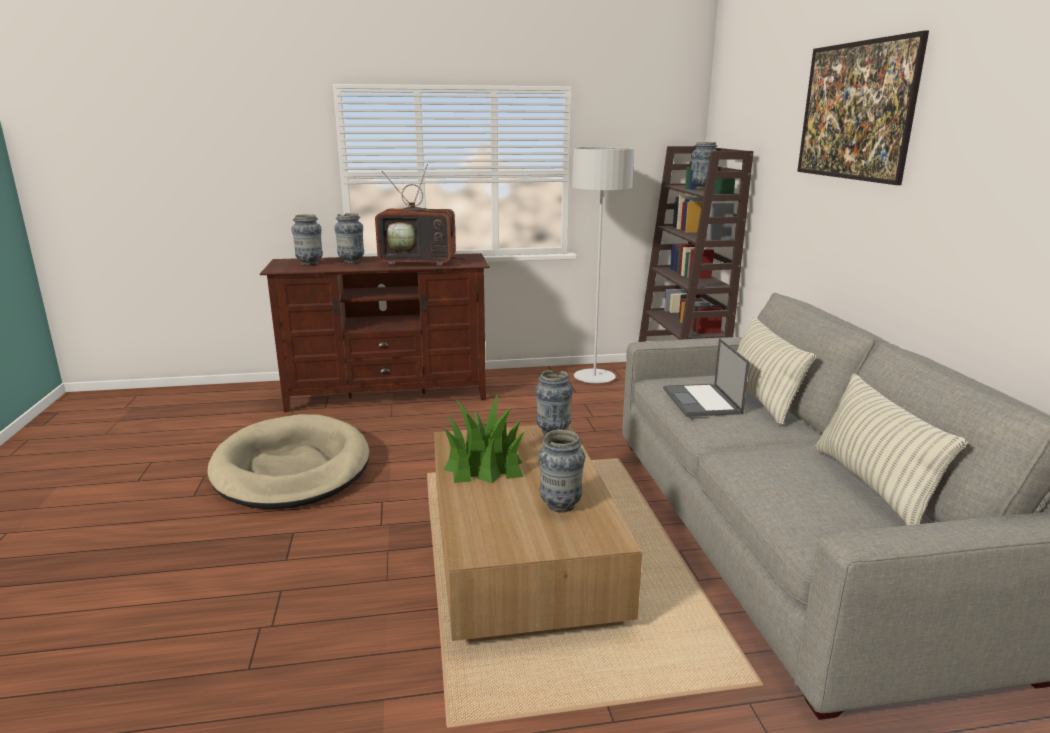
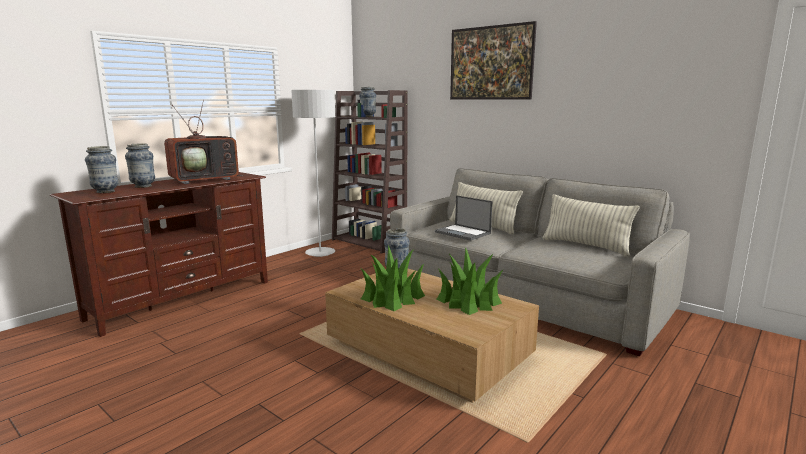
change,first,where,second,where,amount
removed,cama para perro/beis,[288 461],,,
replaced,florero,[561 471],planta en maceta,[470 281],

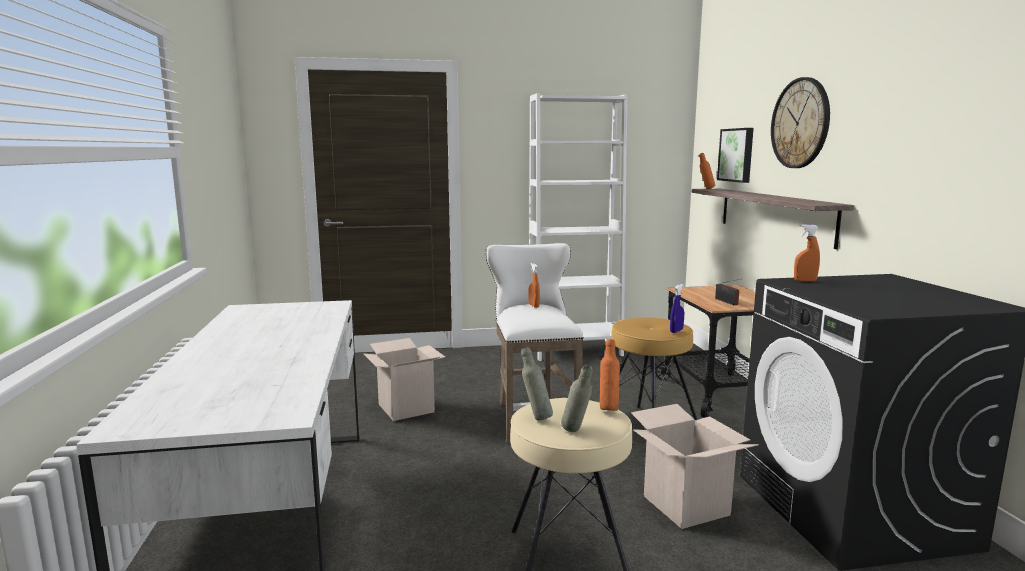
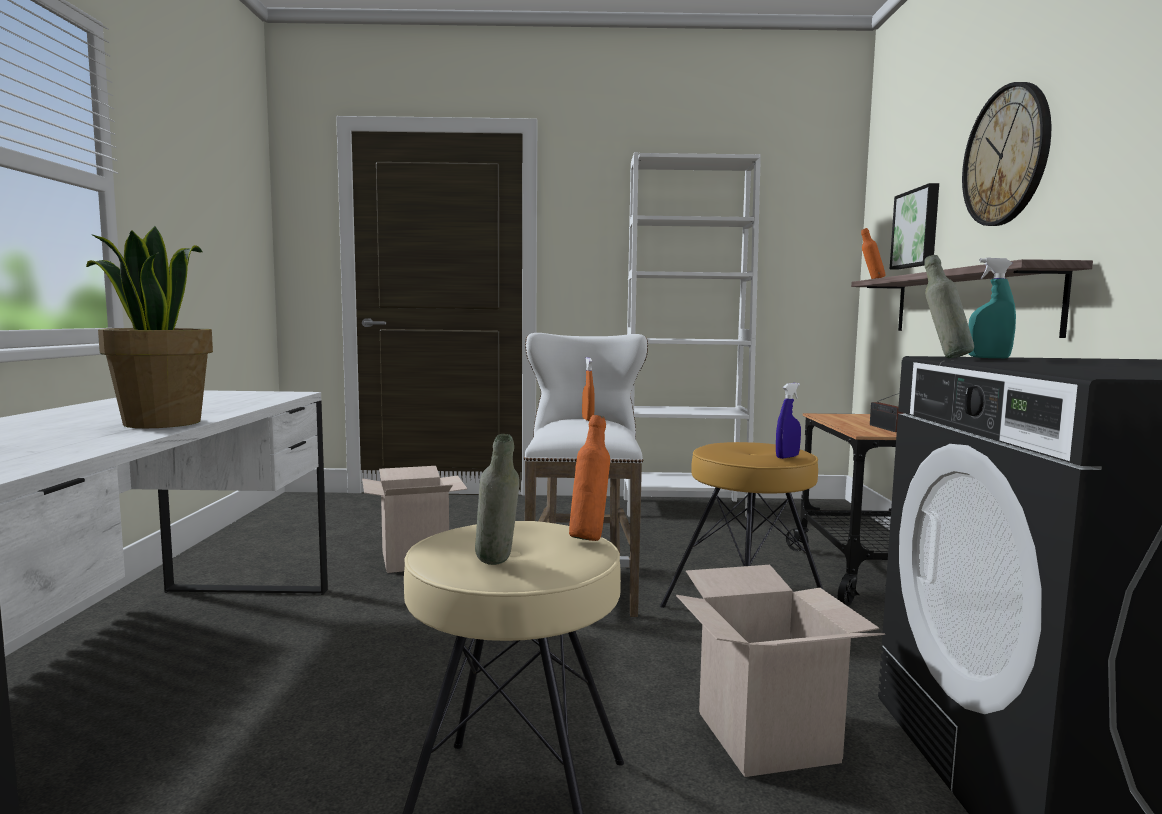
change,first,where,second,where,amount
added,,,planta en maceta,[149 327],
moved,botella/gris,[537 384],,[949 307],
recoloured,pulverizador/naranja,[807 252],pulverizador/turquesa,[992 308],

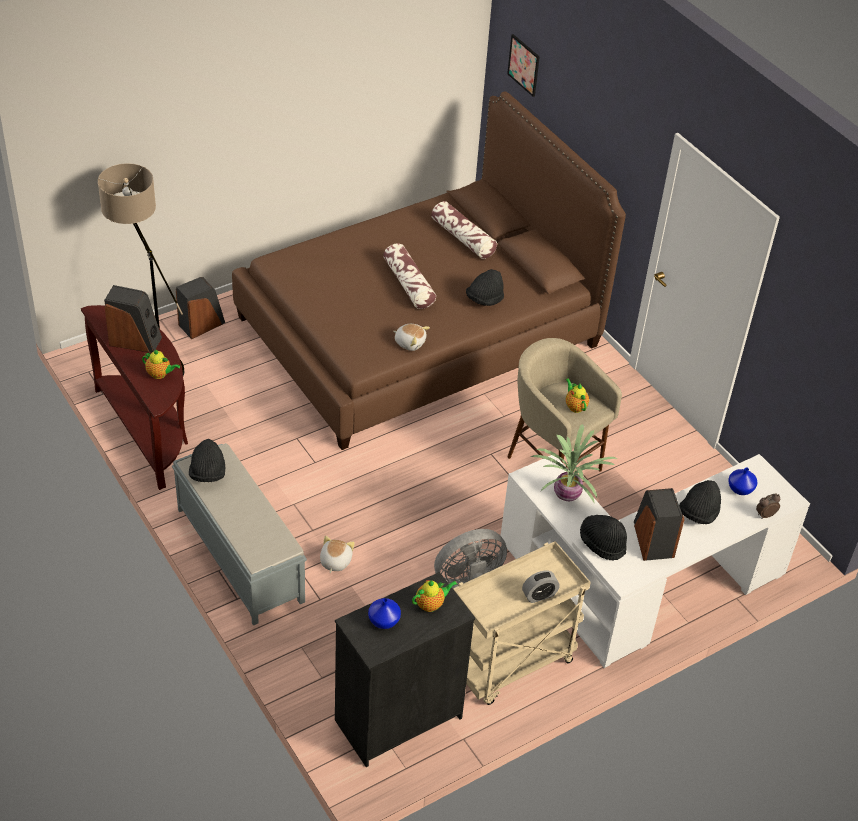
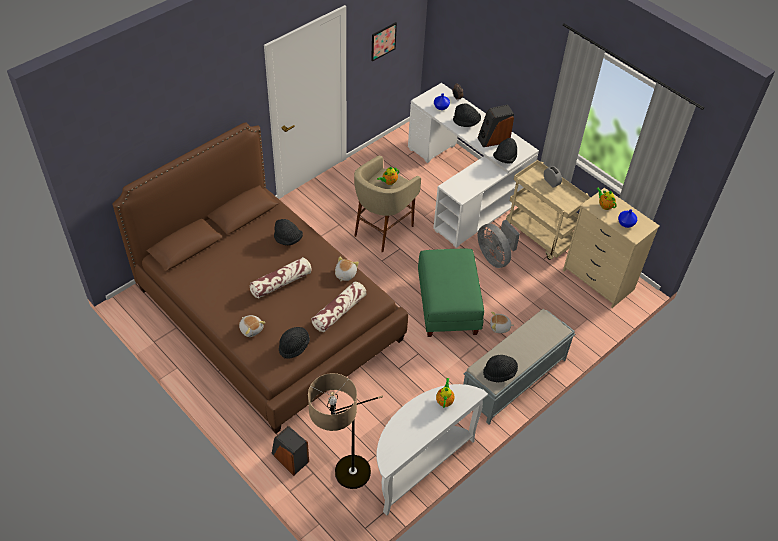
change,first,where,second,where,amount
removed,altavoz,[133 319],,,
removed,planta en maceta,[574 464],,,
added,,,peluche,[252 326],
added,,,sombrero/negro,[294 343],
added,,,puf/verde,[451 293],
moved,cojín,[464 230],,[339 307],
moved,cuadro,[523 65],,[384 42],
recoloured,mesa consola/marrón,[134 397],mesa consola/blanco,[432 450],
recoloured,cómoda/negro,[405 669],cómoda/beis,[611 248],

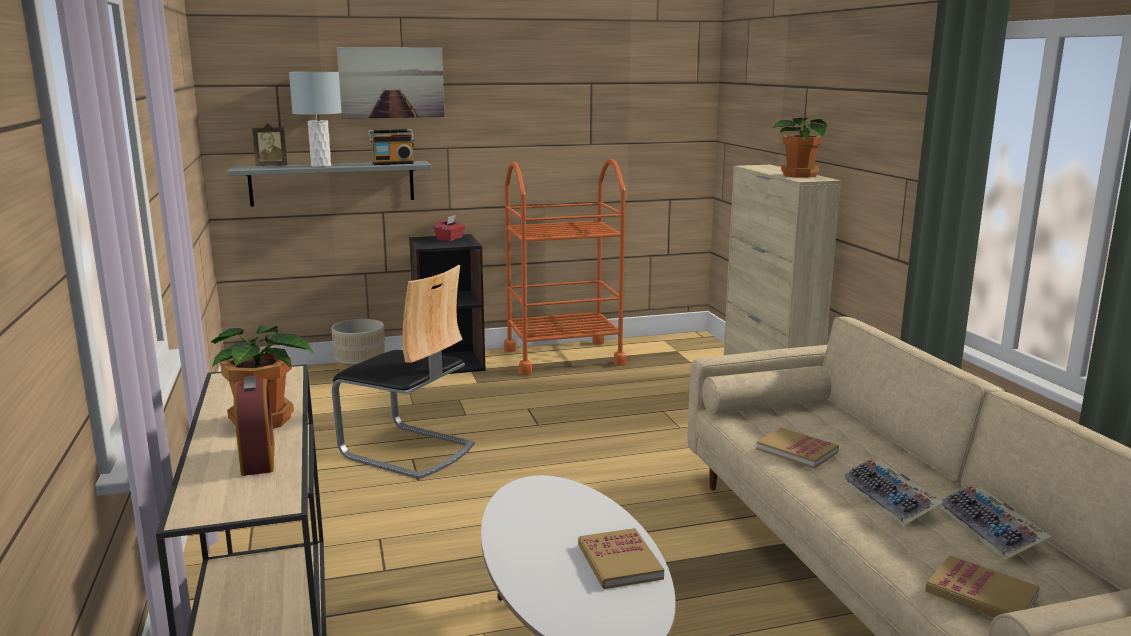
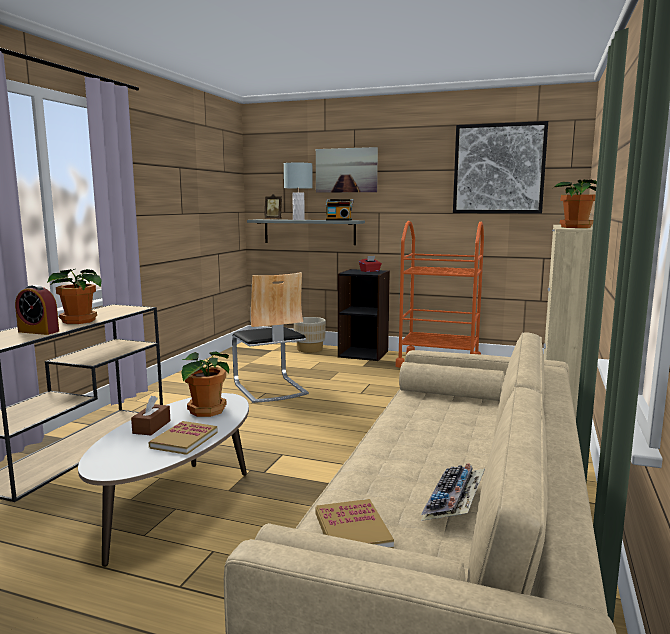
change,first,where,second,where,amount
removed,libro,[797 448],,,
removed,teclado,[893 492],,,
added,,,caja de pañuelos/marrón,[150 415],
added,,,planta en maceta,[205 384],
added,,,cuadro,[500 167],
turned,despertador,[254 426],,[37 310],90 degrees clockwise

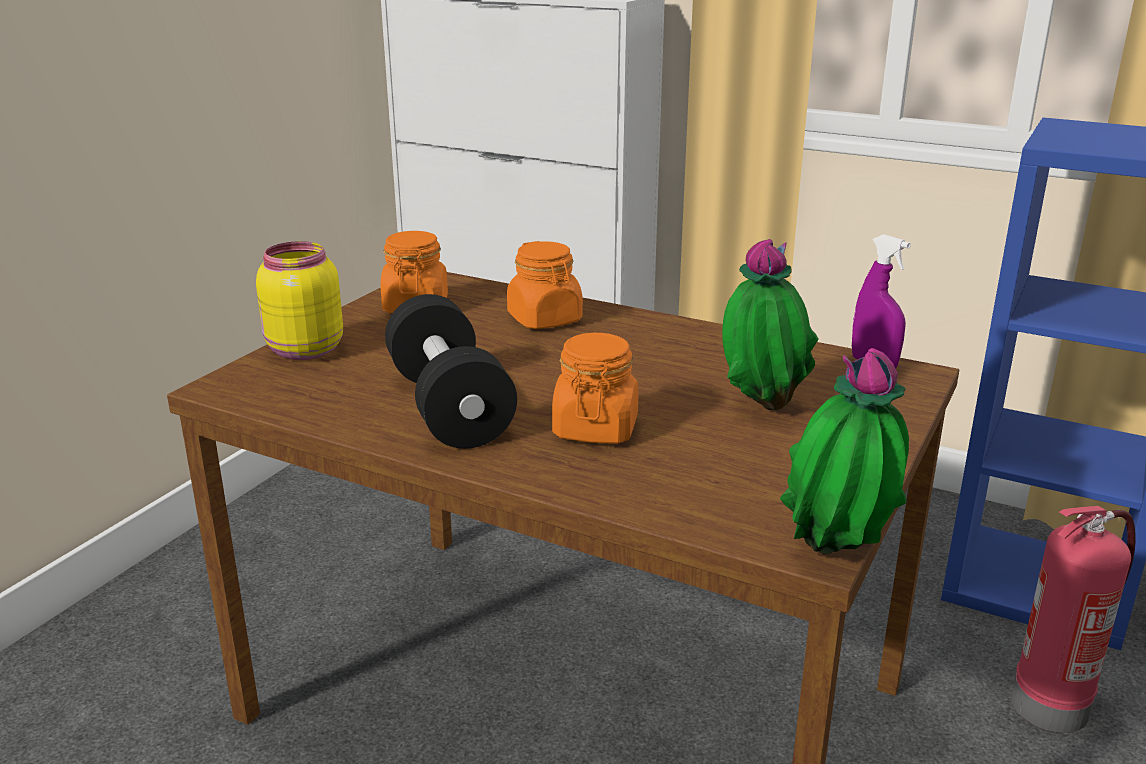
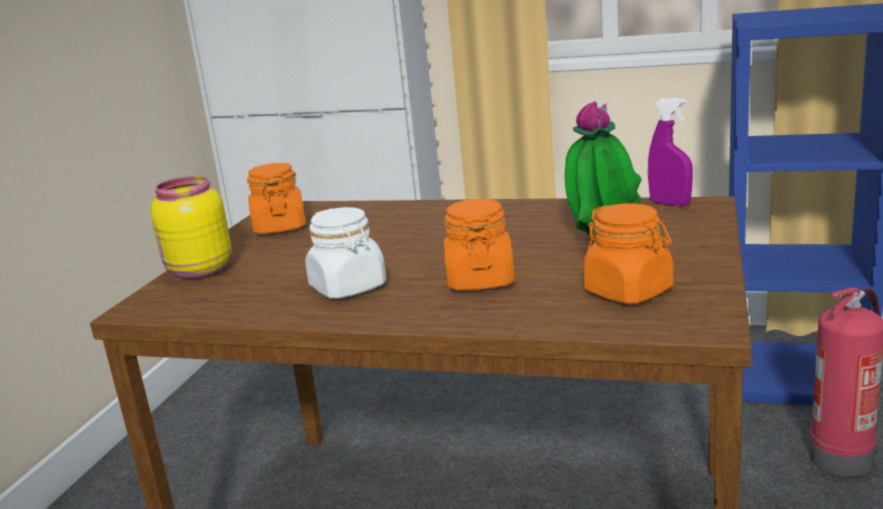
change,first,where,second,where,amount
removed,planta en maceta,[844 451],,,
moved,tarro/naranja,[545 285],,[628 253],
replaced,mancuerna/negro,[451 371],tarro/blanco,[345 253],

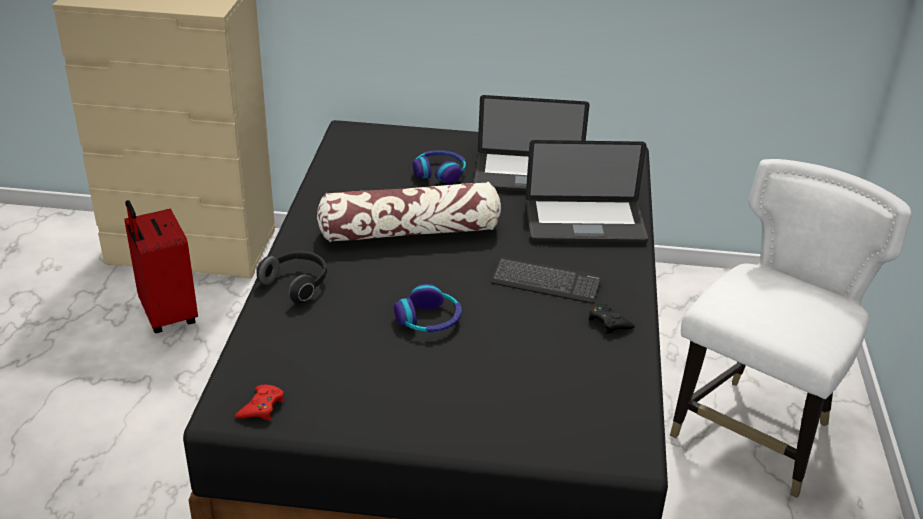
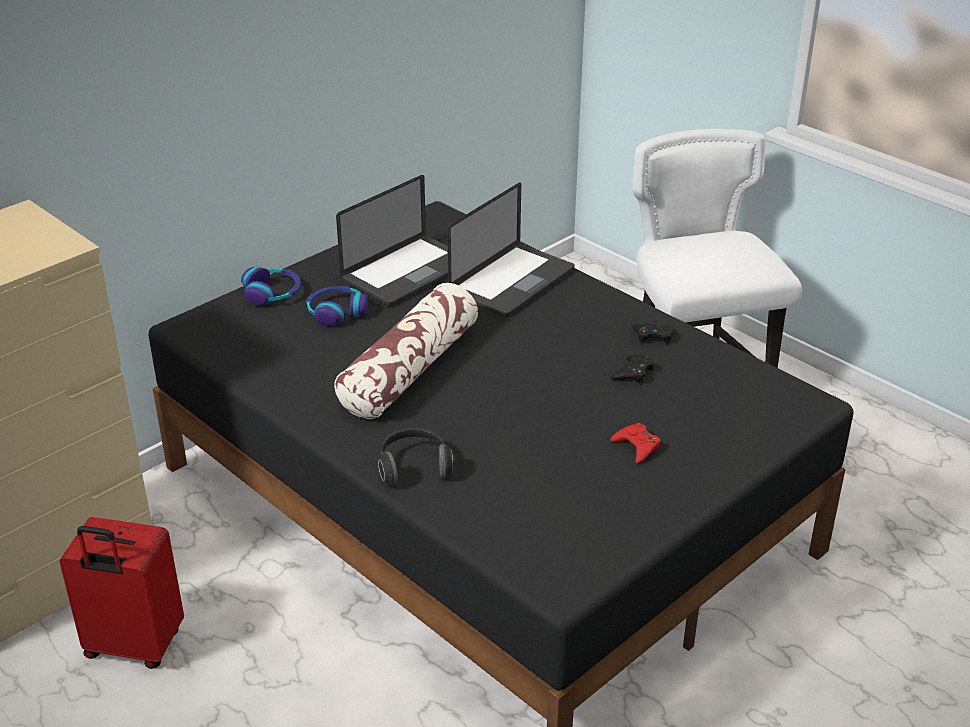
change,first,where,second,where,amount
removed,teclado,[546 280],,,
added,,,mando de consola/negro,[632 369],
moved,mando de consola/rojo,[259 402],,[635 443],
moved,auriculares,[428 308],,[271 286],

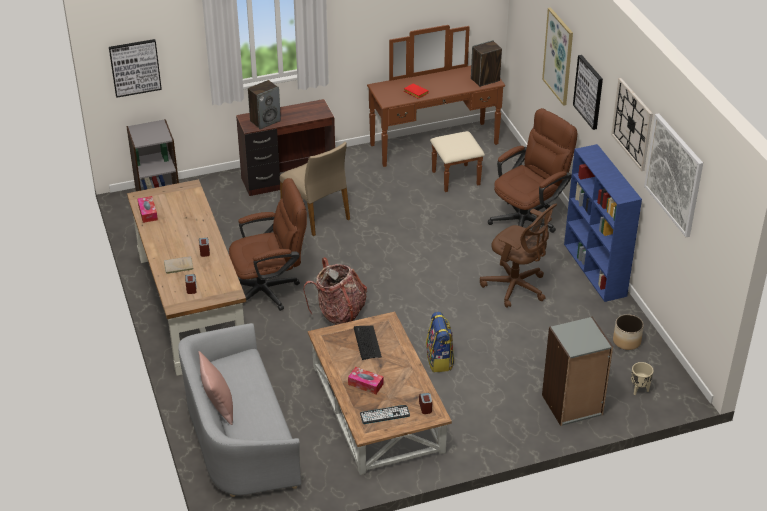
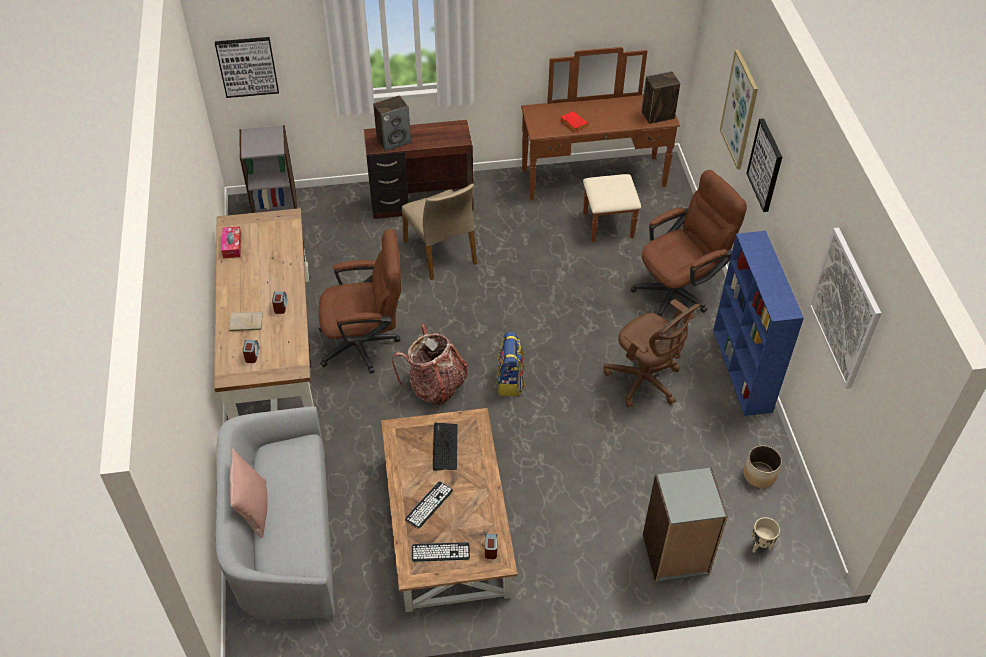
change,first,where,second,where,amount
removed,reloj de pared,[632 124],,,
moved,mochila,[440 342],,[511 364],
replaced,caja de pañuelos,[366 380],teclado,[429 505],

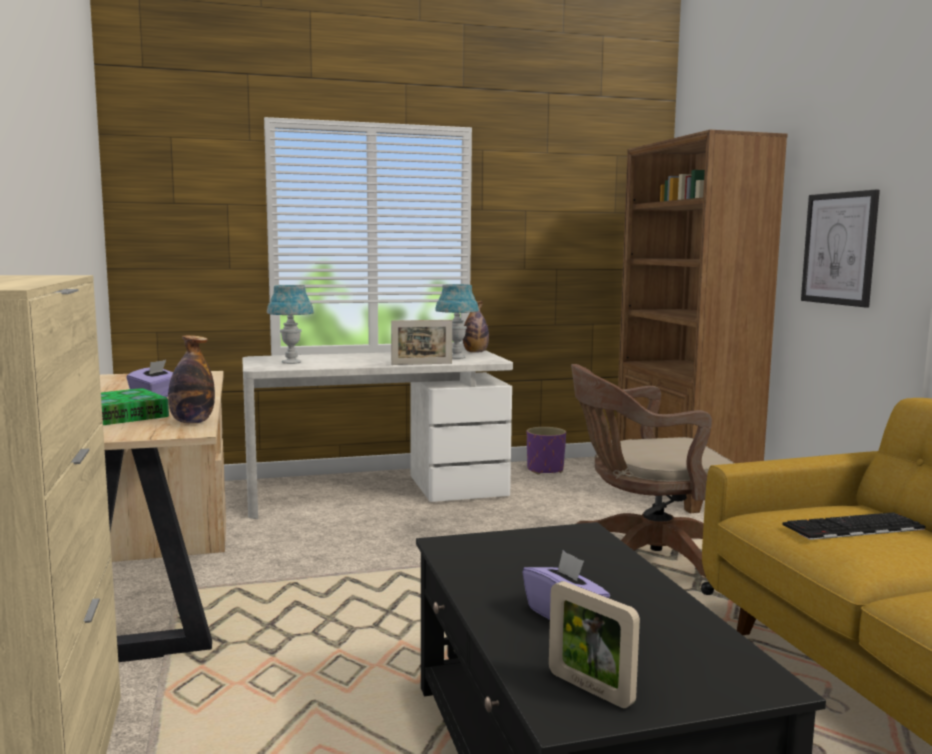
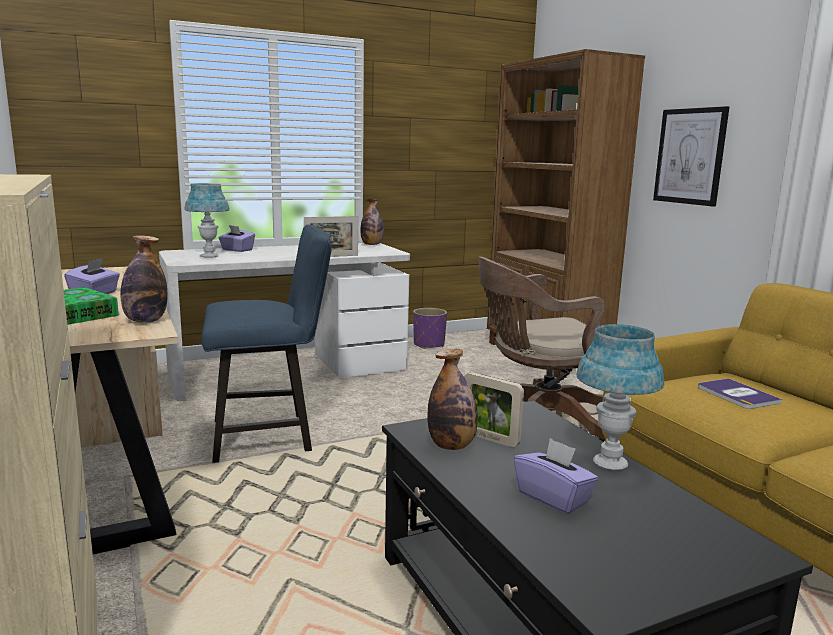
change,first,where,second,where,amount
added,,,silla/azul,[267 344],
added,,,caja de pañuelos/morado,[237 238],
added,,,botella,[452 399],
moved,lámpara de mesa/azul,[457 321],,[620 397],
moved,portarretratos,[594 644],,[494 409],
replaced,teclado,[854 526],libro,[740 393],

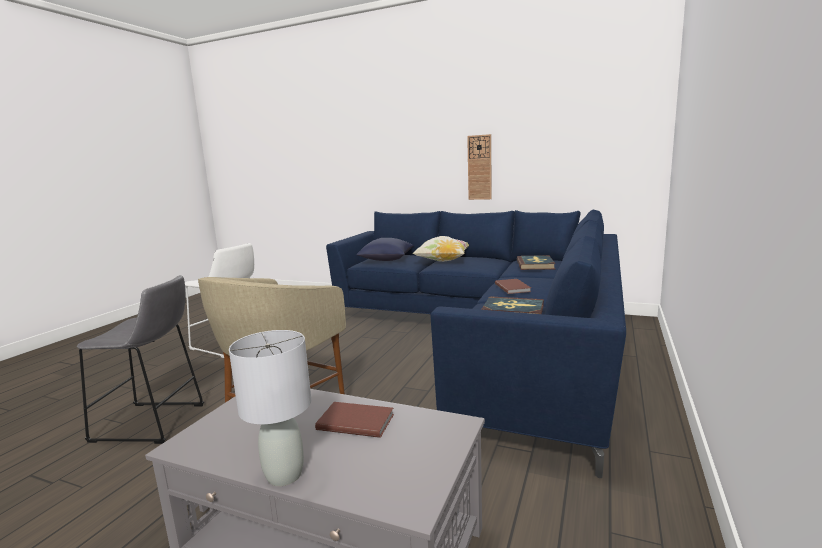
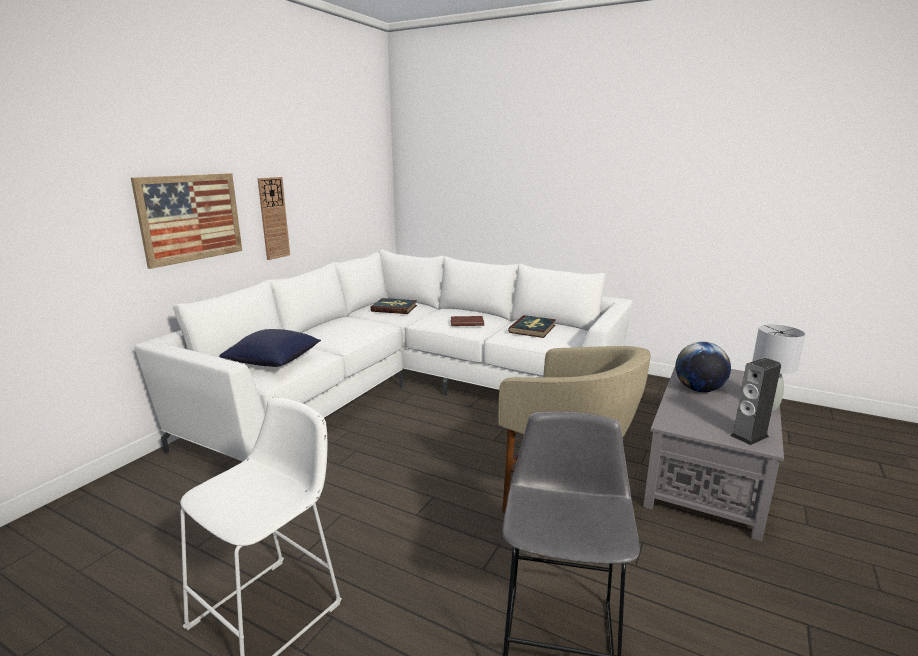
change,first,where,second,where,amount
removed,cojín,[440 249],,,
added,,,cuadro,[186 221],
added,,,altavoz,[756 401],
replaced,libro/marrón,[354 420],globo terráqueo,[703 367],
recoloured,sofá/azul,[476 344],sofá/blanco,[383 355],

